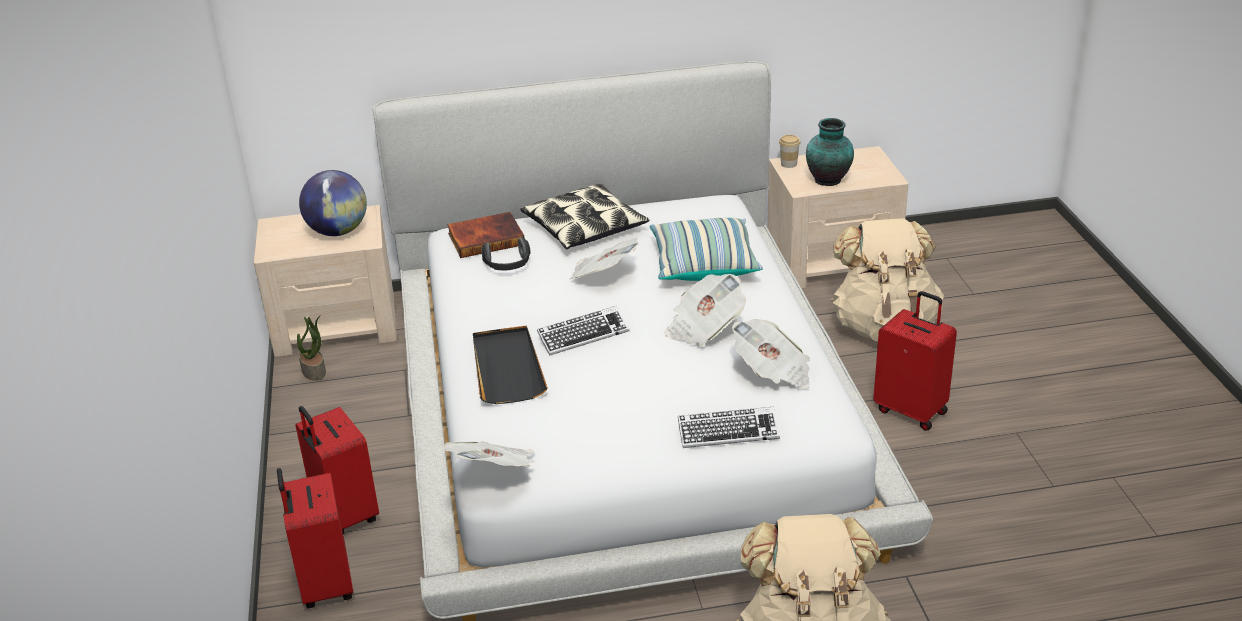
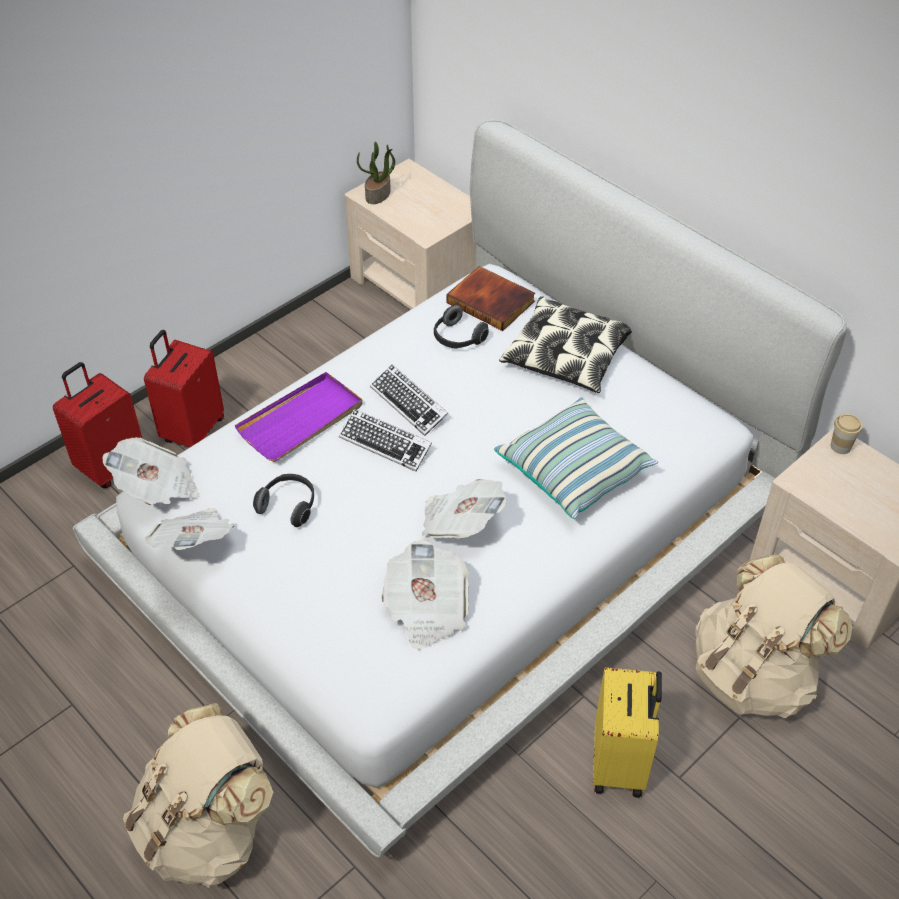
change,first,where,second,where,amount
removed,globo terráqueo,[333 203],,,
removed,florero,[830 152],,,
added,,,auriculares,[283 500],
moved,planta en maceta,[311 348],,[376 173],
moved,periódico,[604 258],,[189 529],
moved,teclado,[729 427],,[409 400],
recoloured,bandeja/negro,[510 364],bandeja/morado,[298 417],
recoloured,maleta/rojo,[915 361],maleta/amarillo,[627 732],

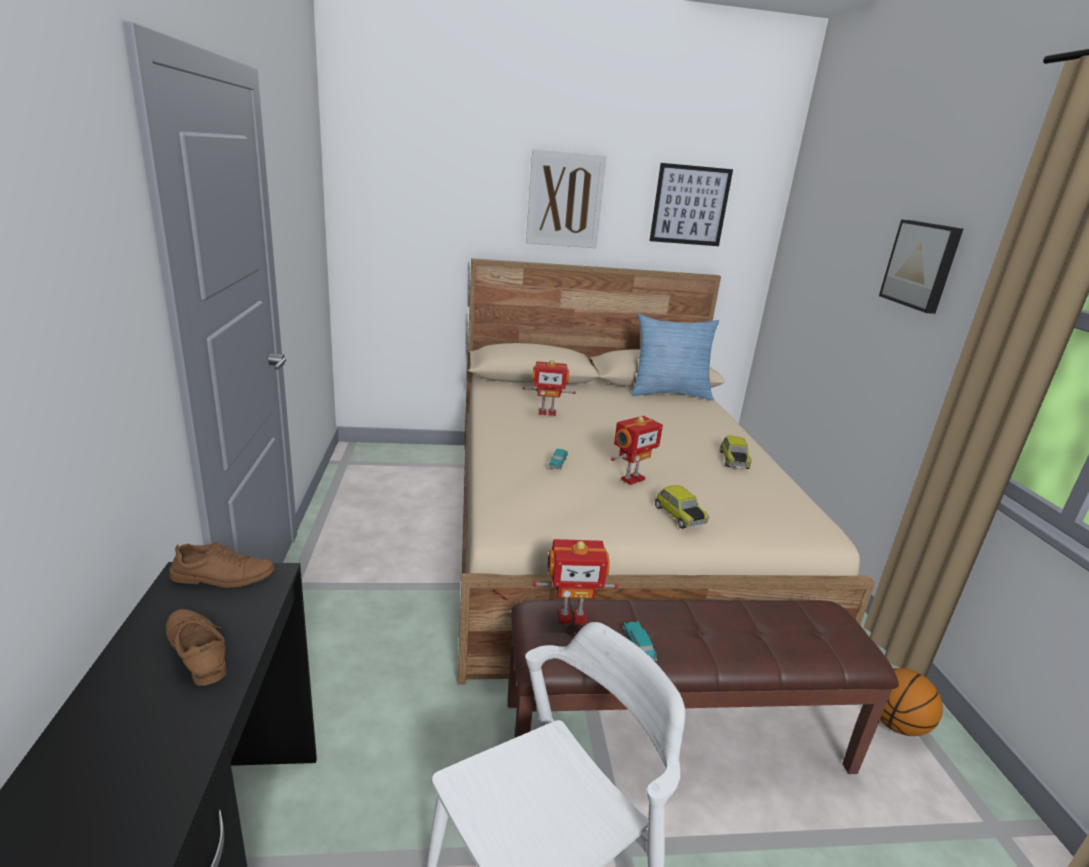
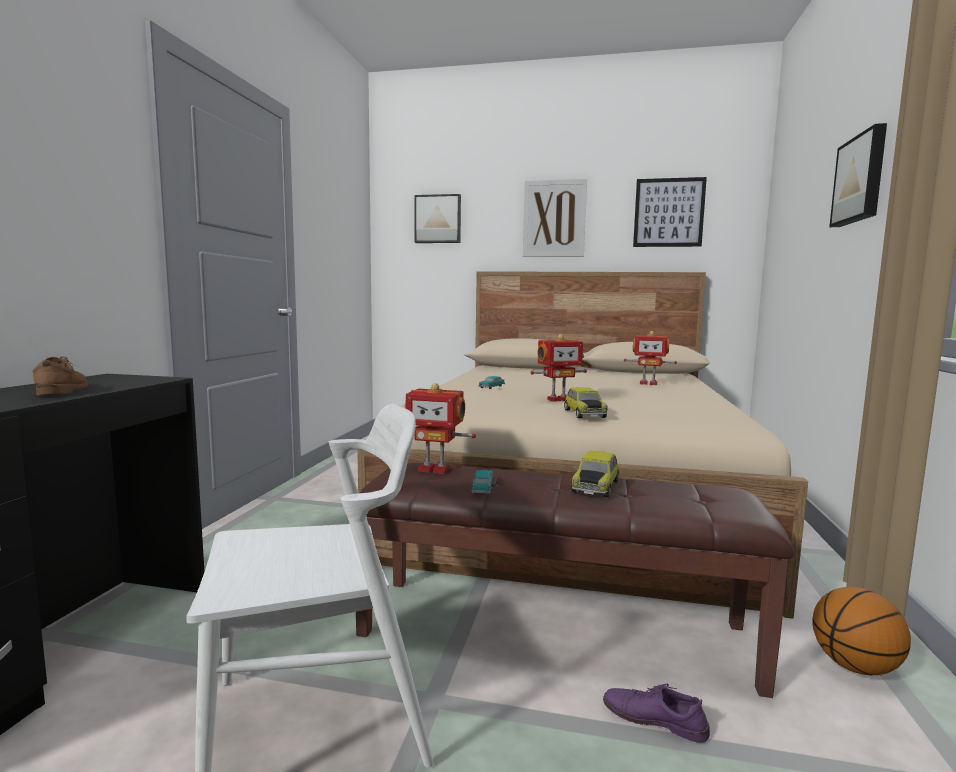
change,first,where,second,where,amount
removed,zapato/marrón,[222 565],,,
removed,cojín,[675 357],,,
added,,,cuadro,[437 218],
added,,,zapato/morado,[656 713],
moved,robot de juguete,[549 388],,[650 358],
moved,coche de juguete,[735 452],,[595 474],

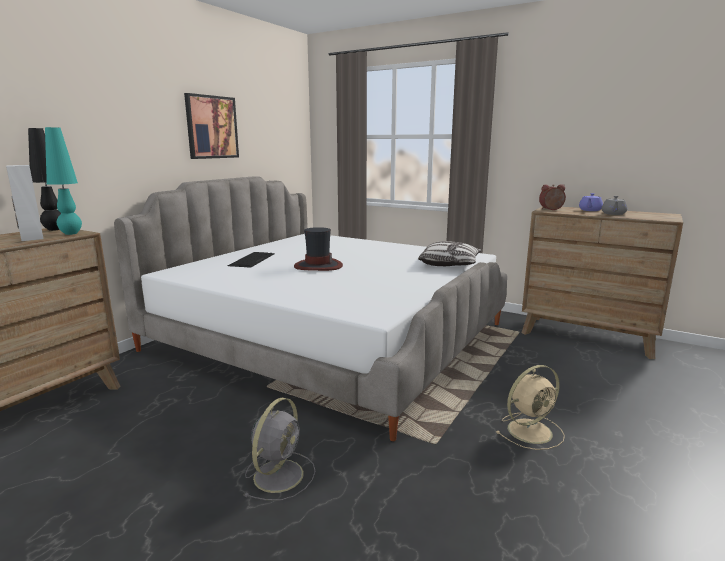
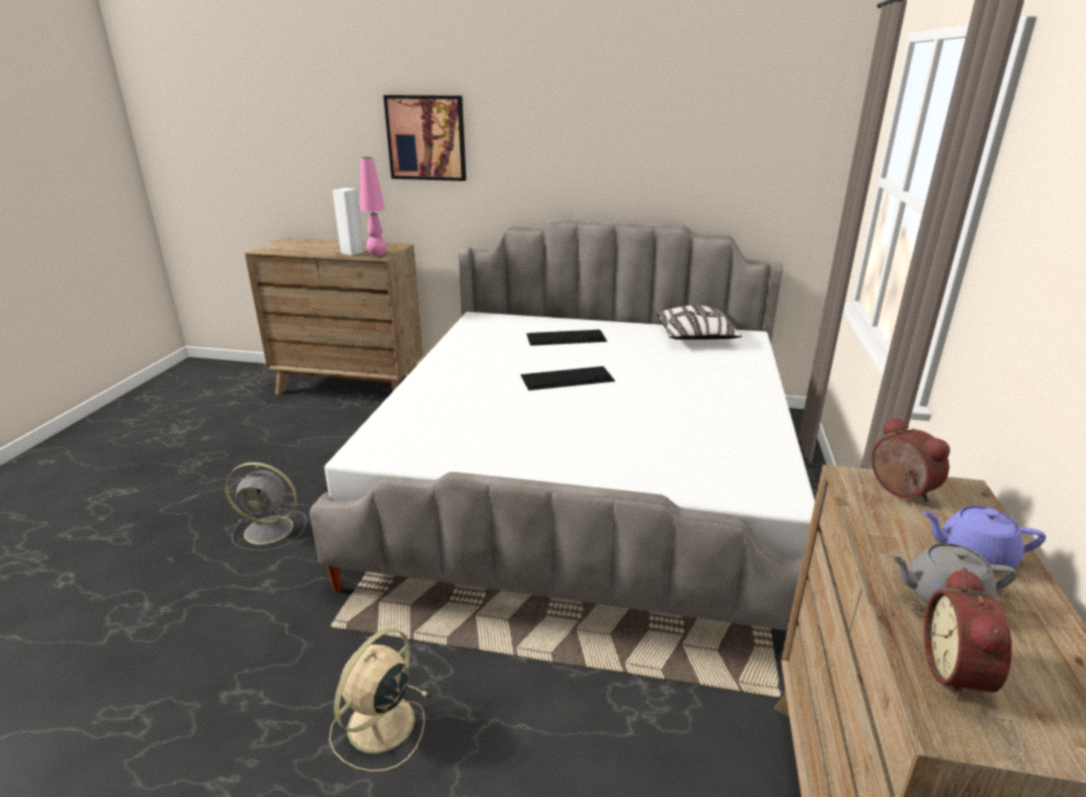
change,first,where,second,where,amount
removed,lámpara de mesa/negro,[44 179],,,
added,,,despertador,[968 634],
moved,cuadro,[211 126],,[424 138],
moved,cojín,[450 253],,[699 322],
replaced,sombrero,[318 249],teclado,[568 378],
recoloured,lámpara de mesa/turquesa,[63 181],lámpara de mesa/rosa,[373 207],
turned,ventilador/beis,[530 407],,[379 700],75 degrees clockwise

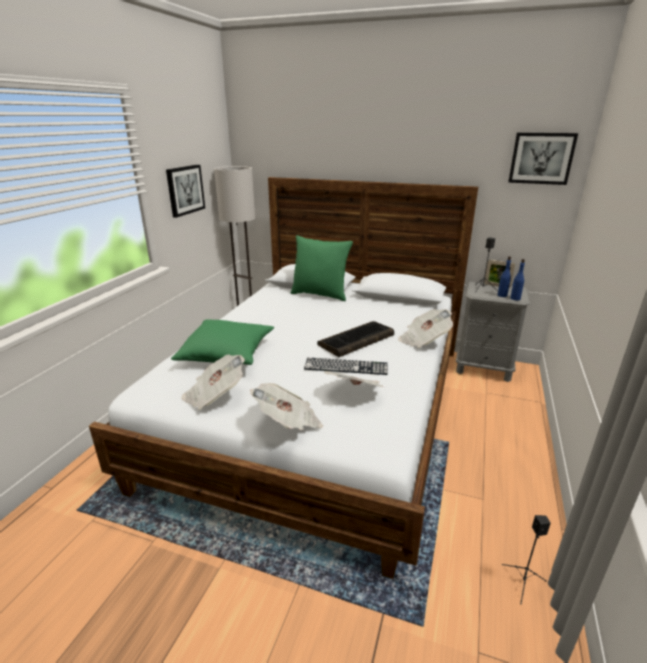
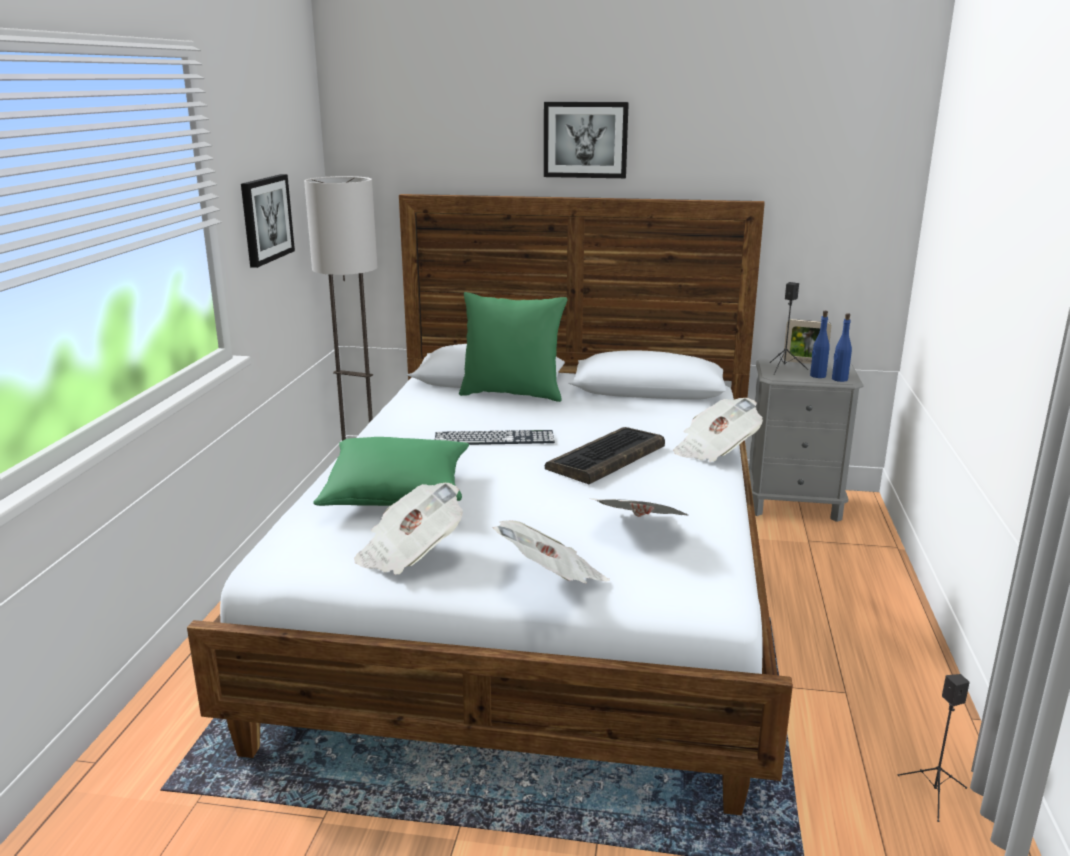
change,first,where,second,where,amount
moved,teclado,[346 366],,[495 437],
moved,cuadro,[543 159],,[586 140],

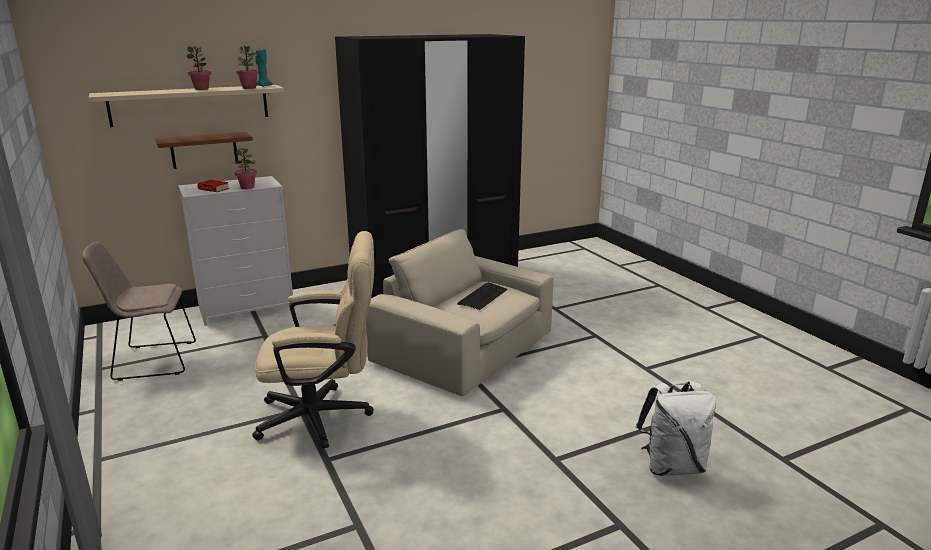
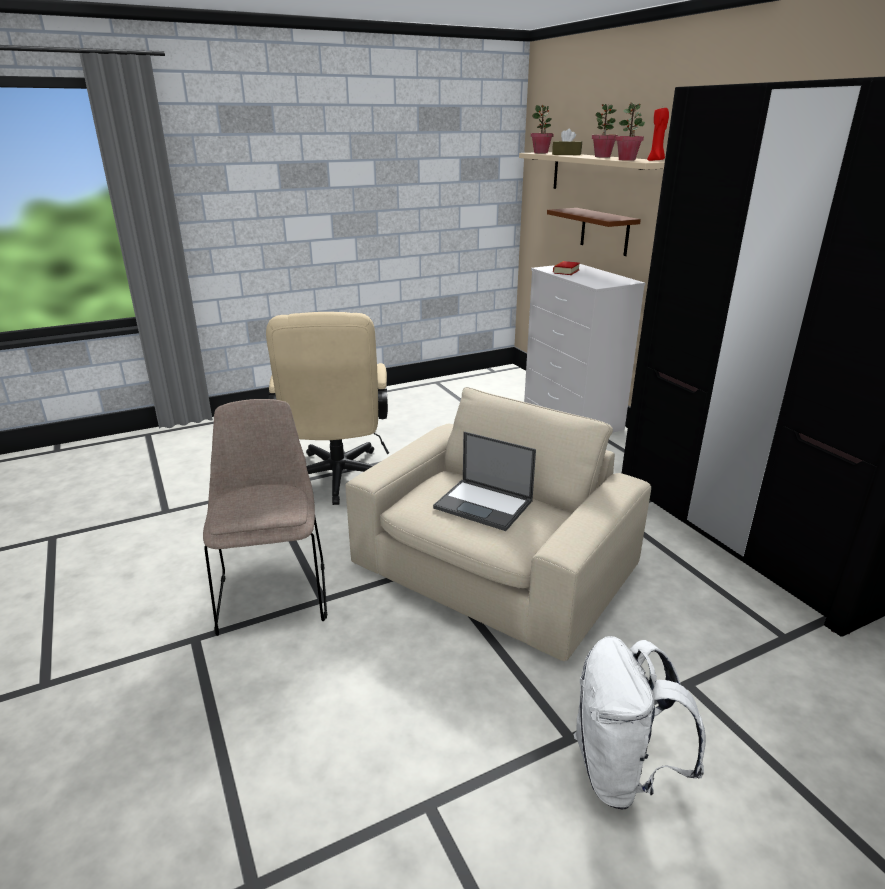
change,first,where,second,where,amount
added,,,caja de pañuelos/marrón,[567 142],
moved,silla/beis,[139 311],,[265 517],
moved,planta en maceta,[246 168],,[542 129],
moved,mochila/blanco,[676 428],,[639 722],
replaced,teclado,[482 296],portátil,[484 481],
recoloured,vela/turquesa,[264 68],vela/rojo,[658 134],

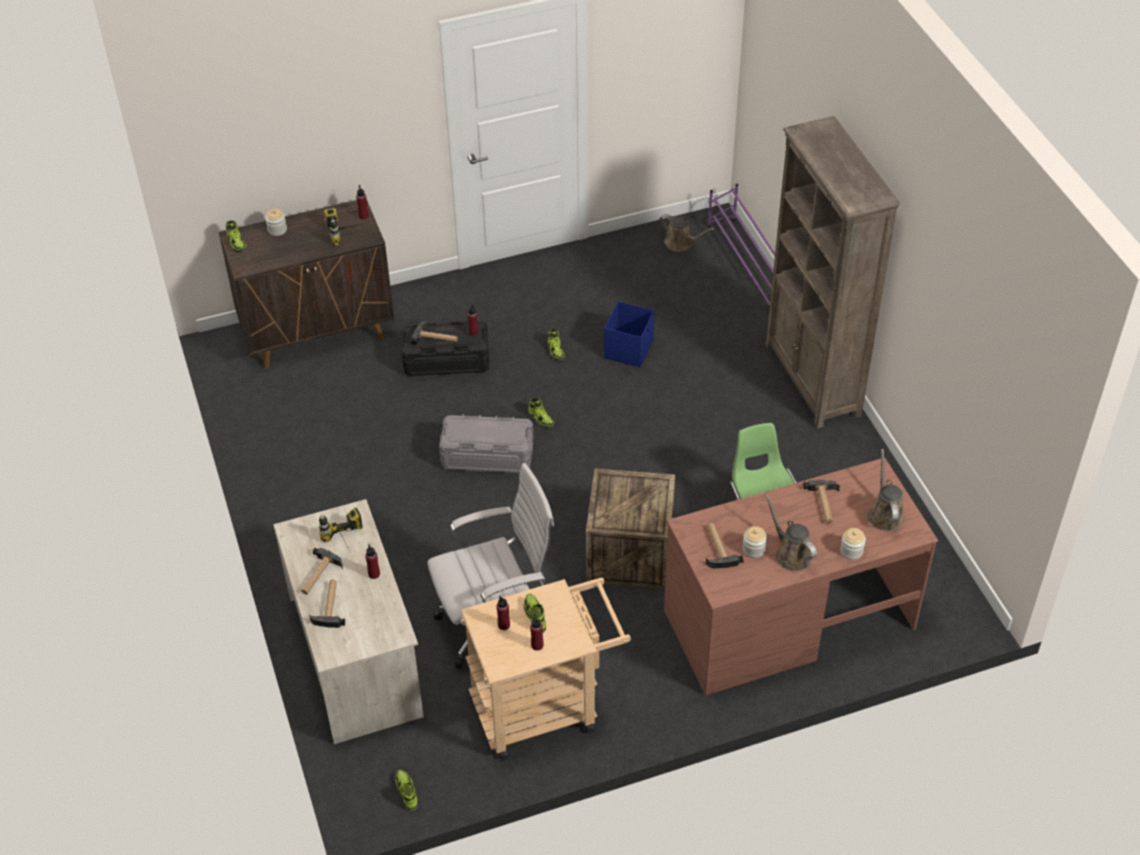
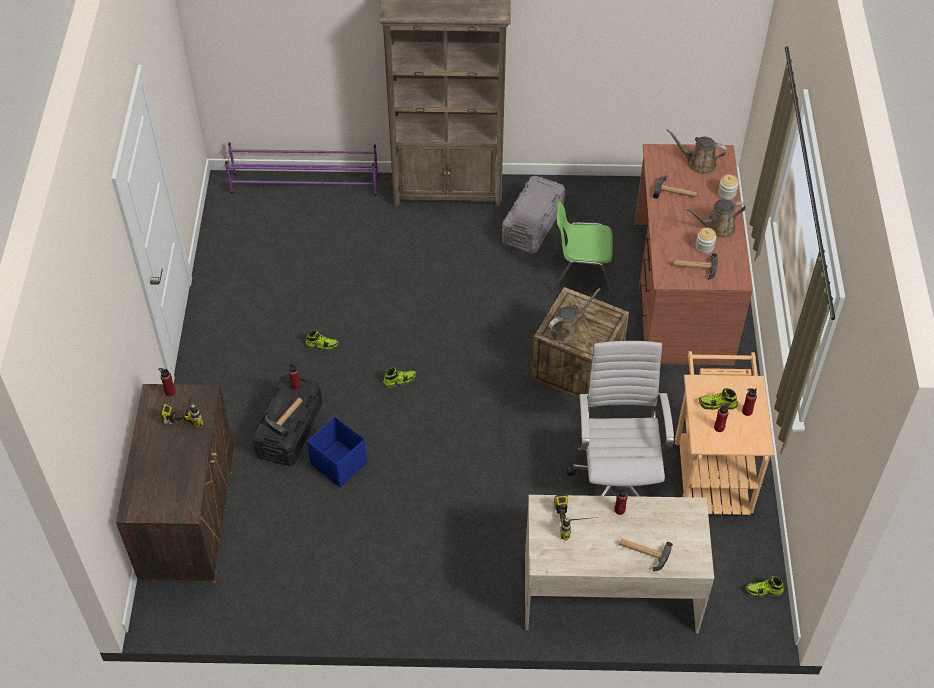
change,first,where,second,where,amount
removed,zapato,[236 237],,,
removed,tarro,[276 222],,,
removed,martillo,[322 571],,,
moved,caja de almacenaje/gris,[486 443],,[533 215],
moved,caja de almacenaje/azul,[629 334],,[337 451],
moved,regadera/marrón,[687 233],,[574 316],

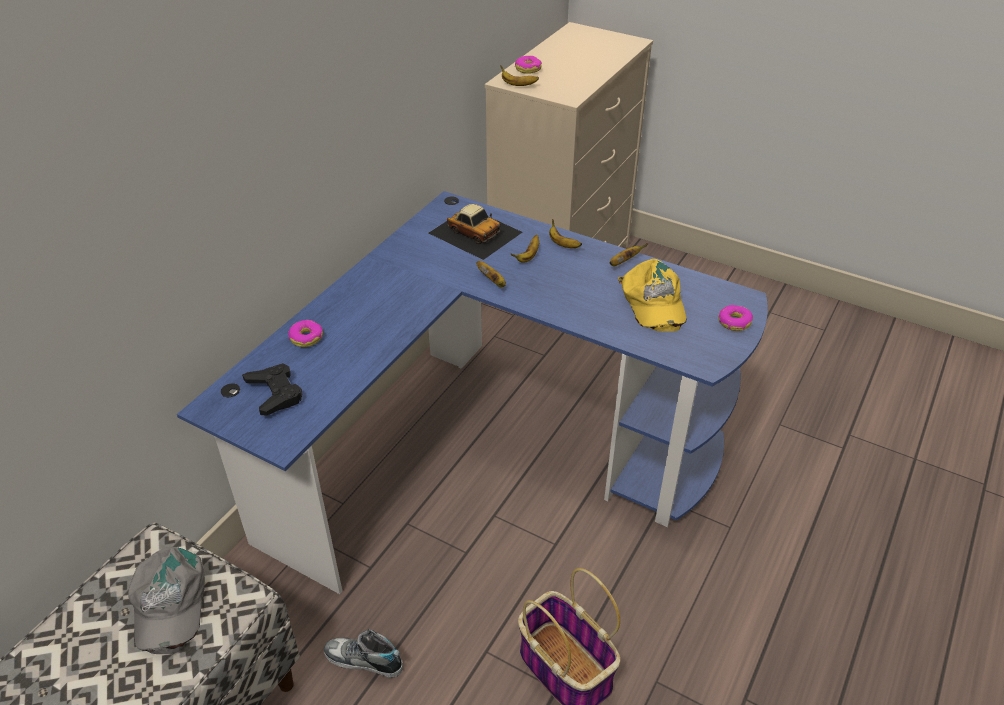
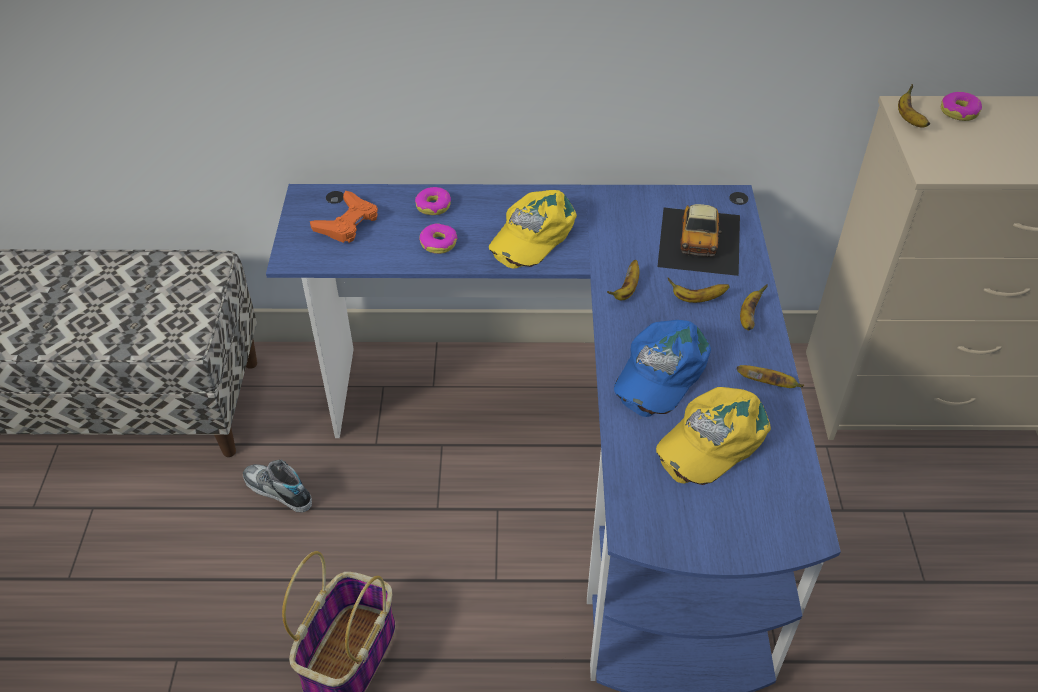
change,first,where,second,where,amount
removed,gorra/gris,[166 600],,,
added,,,gorra/amarillo,[533 229],
added,,,gorra/azul,[662 368],
moved,rosquilla,[736 318],,[438 238],
recoloured,mando de consola/negro,[272 389],mando de consola/naranja,[344 217],
turned,zapato,[363 653],,[277 486],45 degrees counterclockwise

